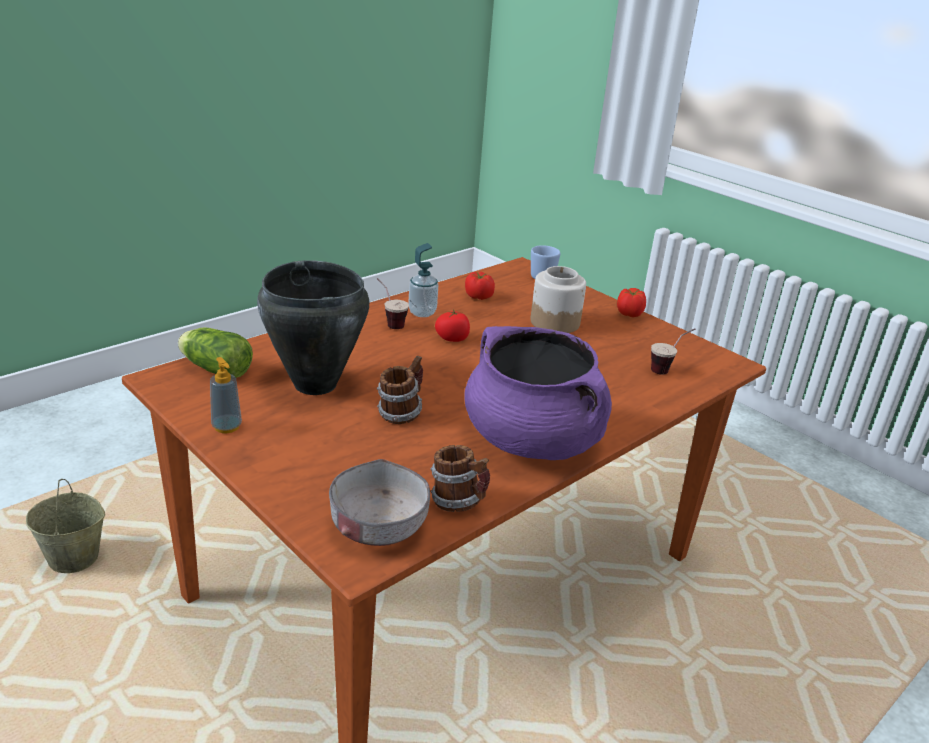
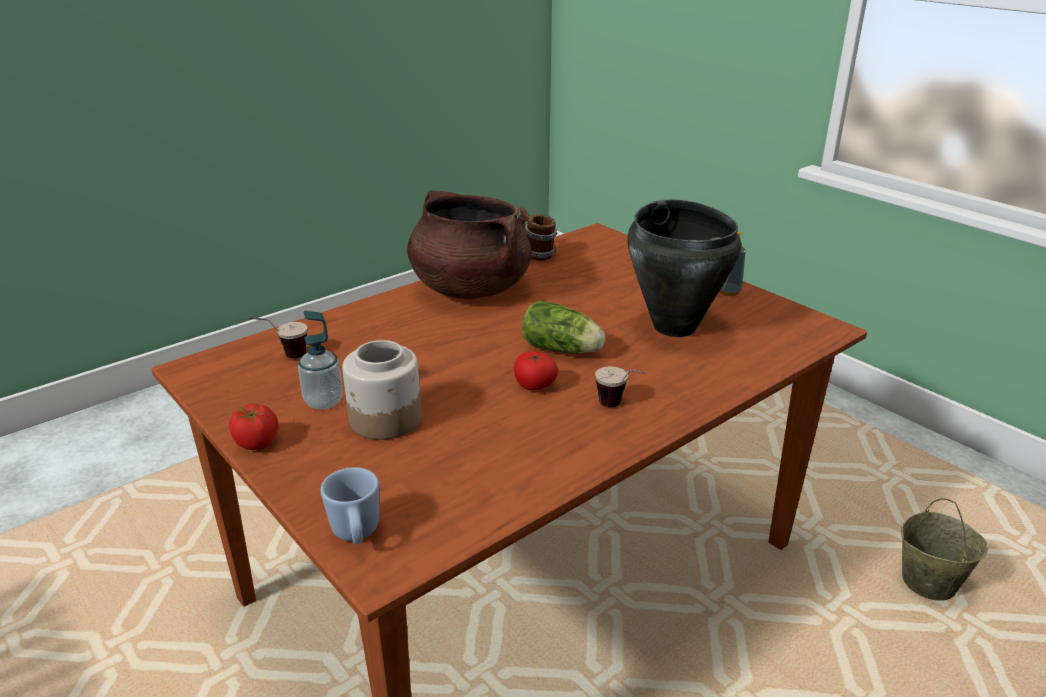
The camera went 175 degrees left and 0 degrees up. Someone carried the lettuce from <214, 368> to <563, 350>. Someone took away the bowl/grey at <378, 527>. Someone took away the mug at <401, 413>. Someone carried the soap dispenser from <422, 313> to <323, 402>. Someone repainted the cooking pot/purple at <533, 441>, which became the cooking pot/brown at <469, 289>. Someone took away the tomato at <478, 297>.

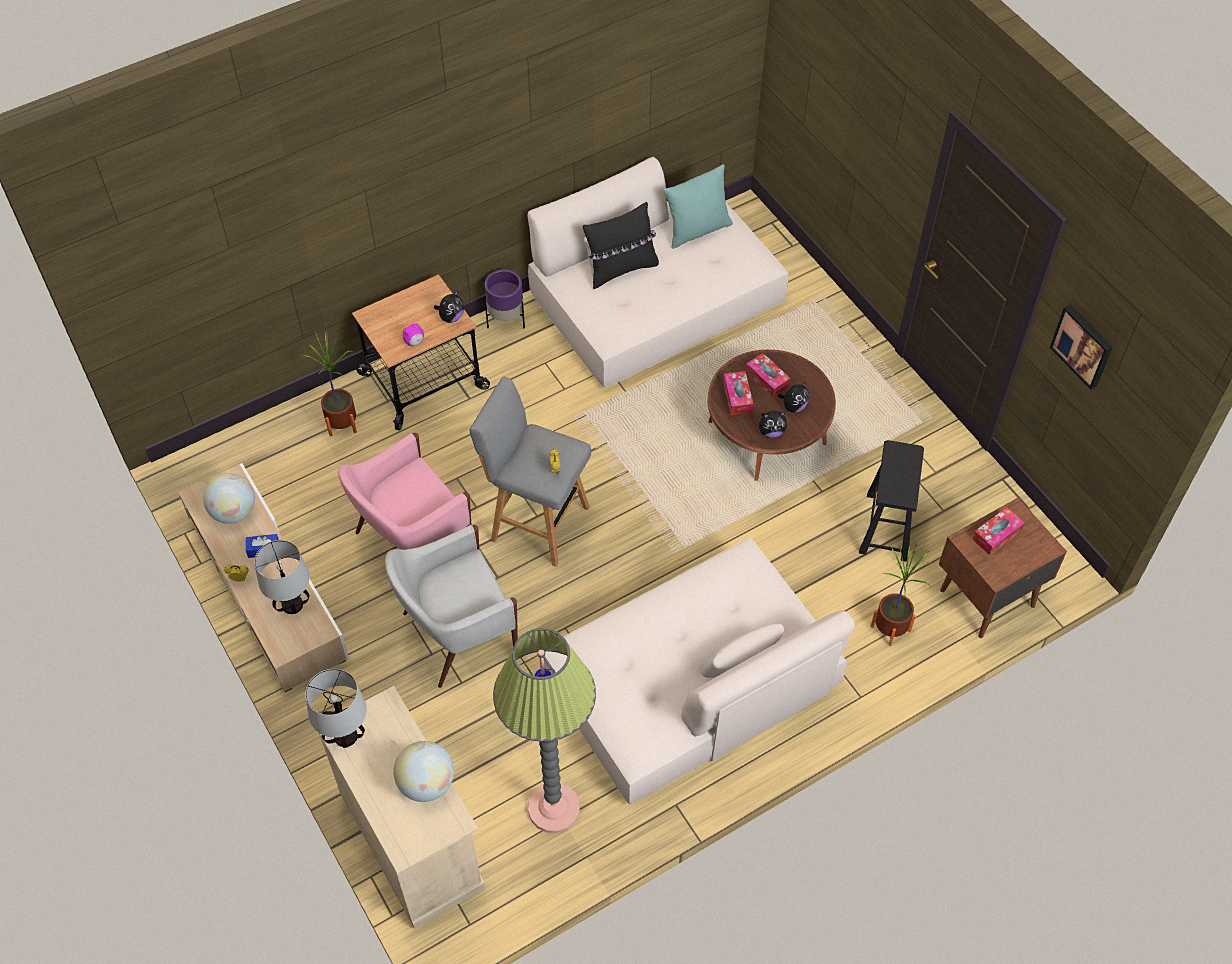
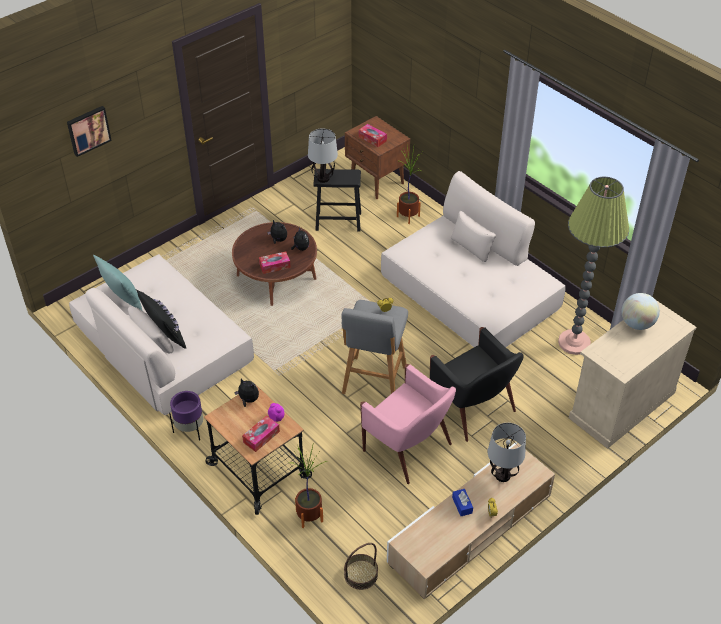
The camera went 100 degrees left and 10 degrees down. Someone took away the globe at <234, 512>. Someone carried the table lamp from <345, 737> to <323, 178>. Someone repainted the armchair/white at <457, 634>, which became the armchair/black at <473, 409>. Someone carried the tissue box from <767, 379> to <261, 437>. Someone carried the picture from <1083, 345> to <88, 130>. Someone put down the basket at <361, 574>.

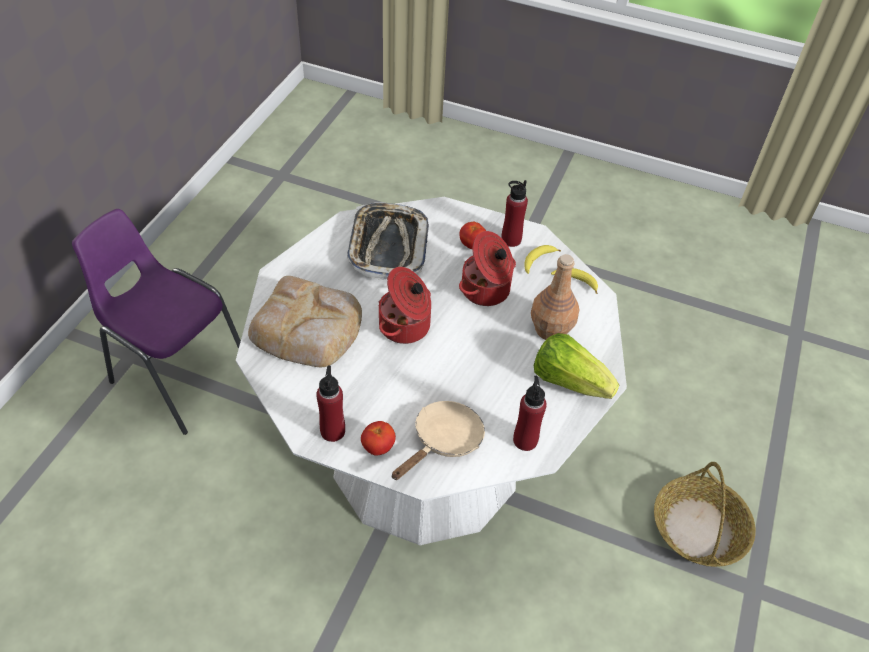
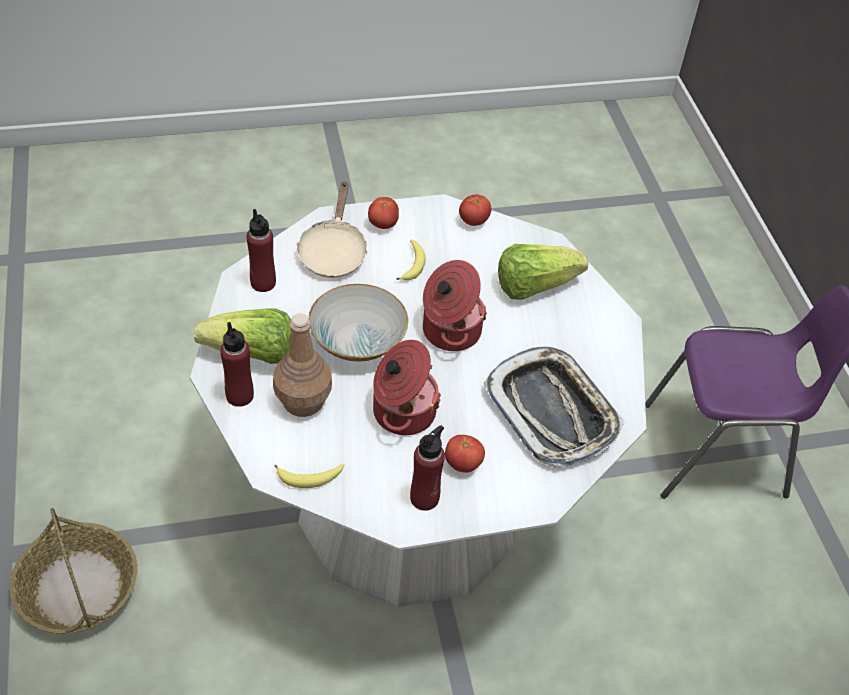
The camera went 145 degrees right and 0 degrees up. Someone swapped the bread at <308, 328> for the lettuce at <534, 286>. Someone carried the bottle/red from <333, 431> to <239, 396>. Someone carried the banana from <537, 261> to <412, 264>. Someone put down the bowl at <356, 340>. Someone put down the tomato at <473, 221>.

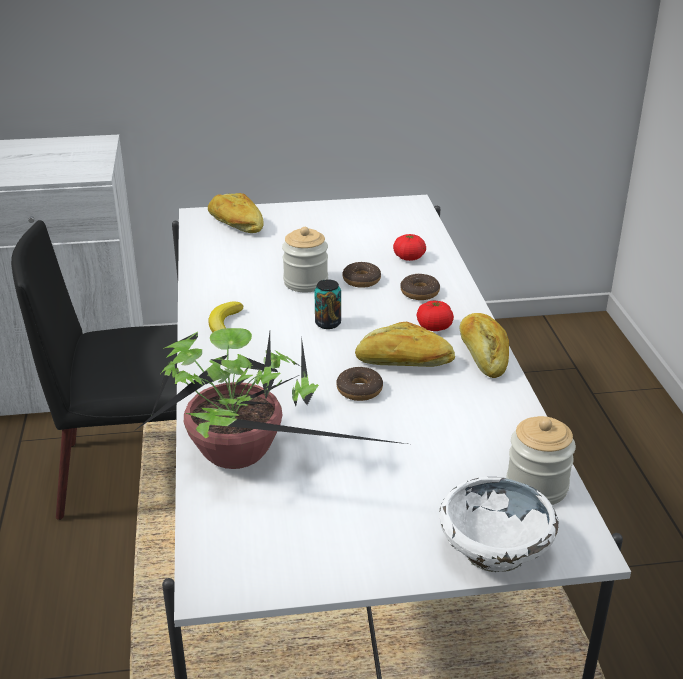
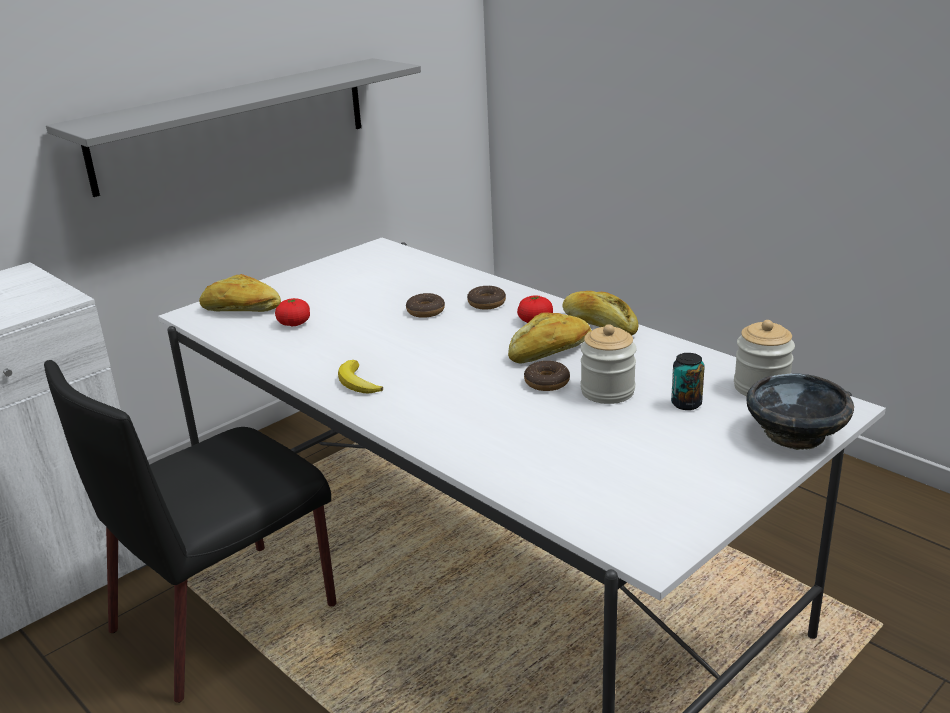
The camera went 35 degrees left and 5 degrees down. Someone took away the potted plant at <242, 457>. Someone carried the jar from <305, 282> to <607, 391>. Someone carried the can from <328, 323> to <686, 404>. Someone carried the tomato from <409, 258> to <294, 323>. Someone repainted the bowl/white at <493, 550>, which became the bowl/black at <795, 435>. Someone put up the shelf/grey at <233, 123>.

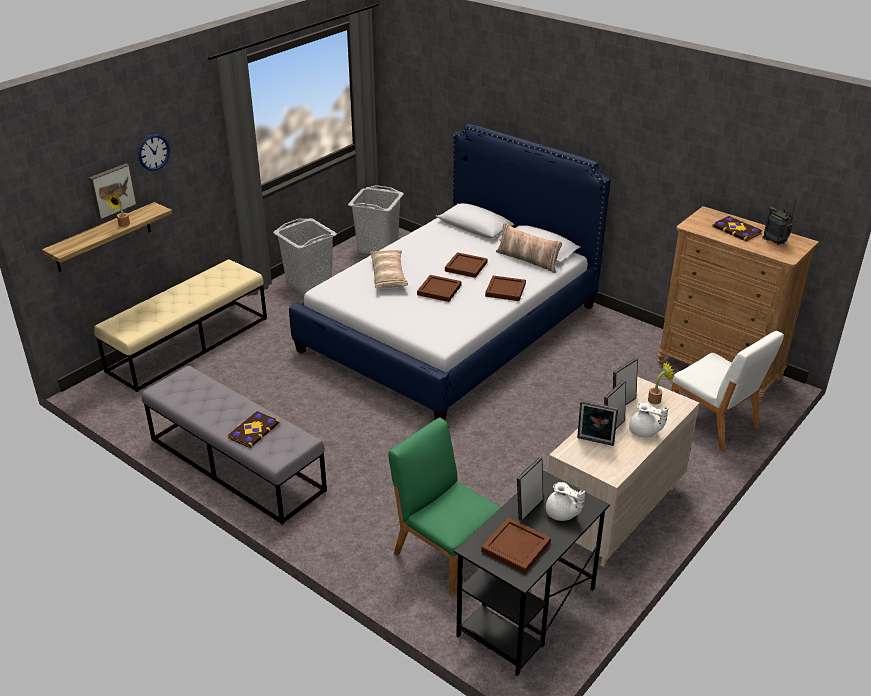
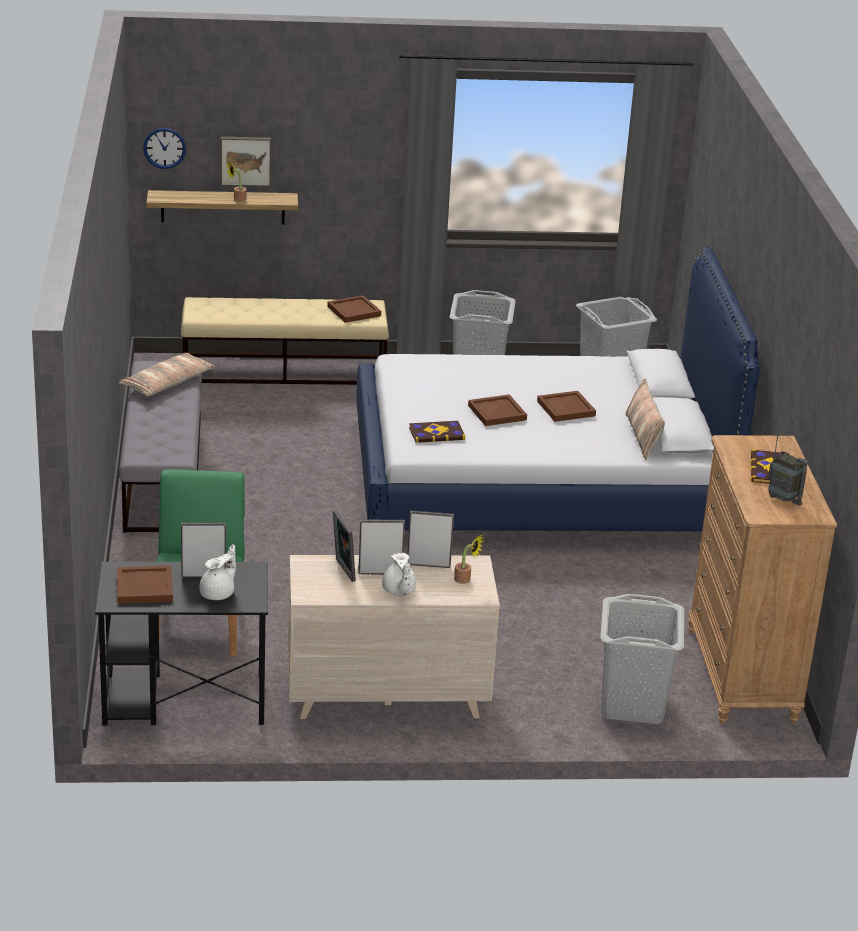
The camera went 45 degrees right and 5 degrees down. Someone carried the wall clock from <153, 152> to <164, 148>. Someone carried the book from <253, 430> to <436, 433>. Someone carried the pillow from <388, 275> to <168, 384>. Someone carried the tray/brown from <505, 289> to <354, 311>. Someone rotated the teapot/white at <562, 514> by 135 degrees counterclockwise. Someone swapped the chair/white at <713, 424> for the laundry basket/grey at <631, 705>. Someone rotated the radio at <775, 242> by 120 degrees clockwise.

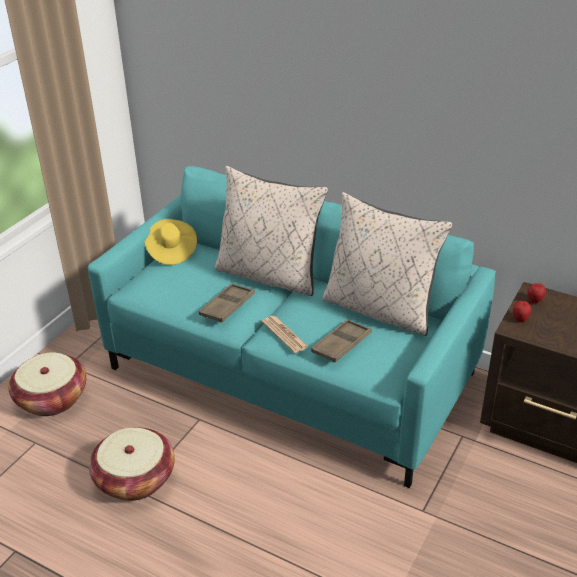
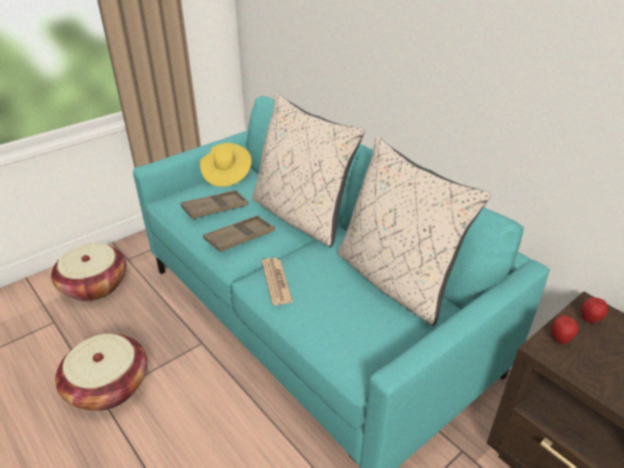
The camera went 20 degrees right and 0 degrees up. Someone carried the tray/brown from <341, 344> to <215, 208>.

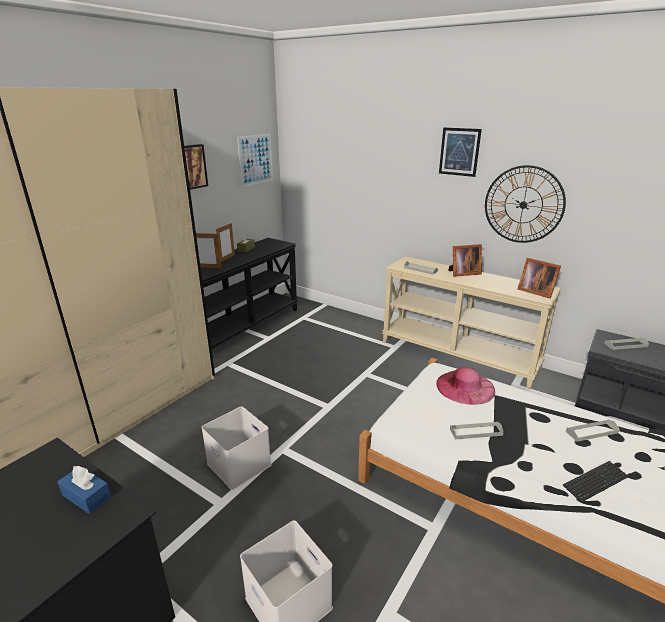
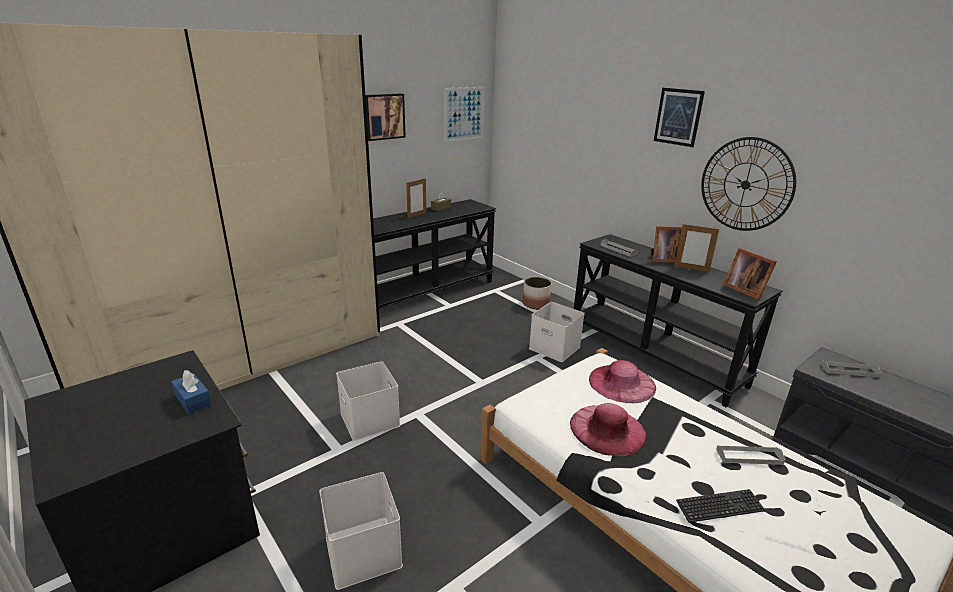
The camera went 15 degrees right and 0 degrees up. Someone carried the picture frame from <208, 267> to <691, 268>. Someone repainted the console table/beige at <458, 354>, which became the console table/black at <654, 355>. Someone swapped the tray/grey at <476, 432> for the hat/pink at <607, 429>. Someone put down the planter at <536, 304>. Someone put down the storage box/white at <555, 347>.

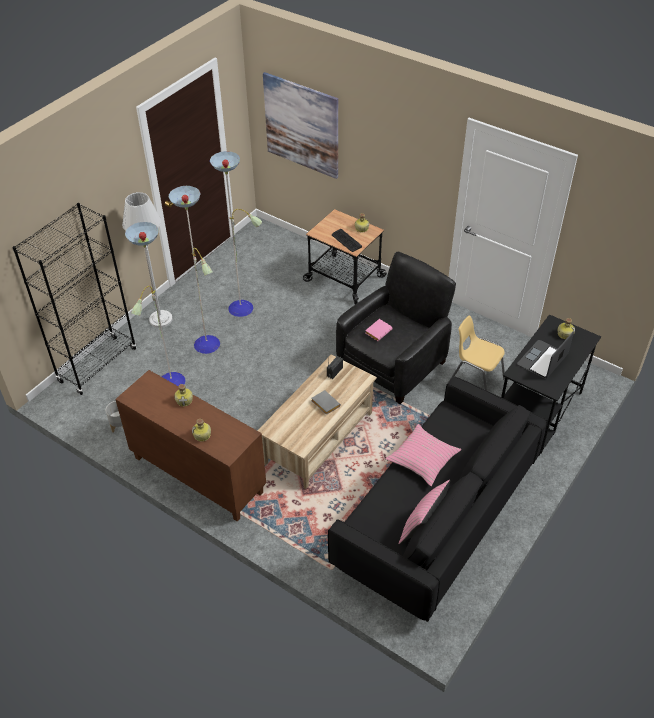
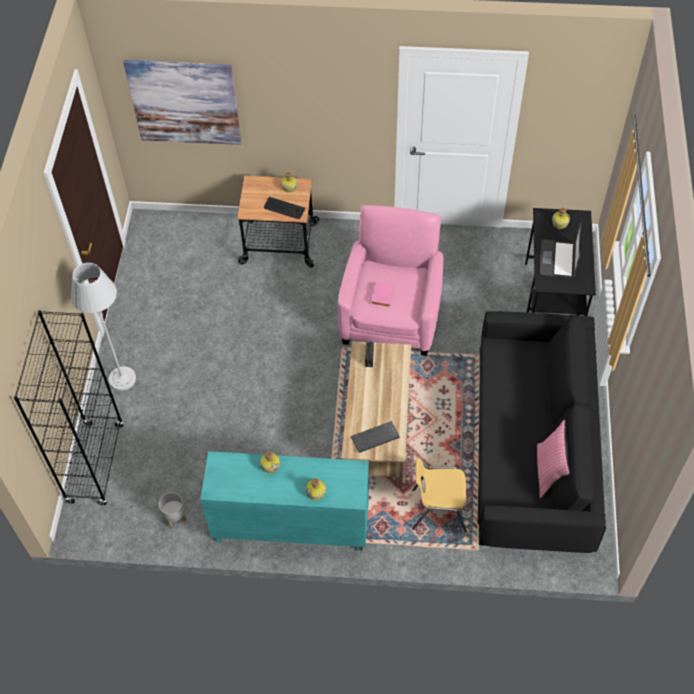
The camera went 30 degrees left and 10 degrees up. Someone repainted the cabinet/brown at <197, 475>, which became the cabinet/turquoise at <290, 527>. Someone took away the floor lamp at <208, 345>. Someone took away the book/grey at <324, 404>. Someone repainted the armchair/black at <393, 363>, which became the armchair/pink at <391, 315>. Someone took away the pillow/pink at <423, 459>. Someone carried the chair/yellow from <475, 381> to <438, 509>. Someone put down the keyboard at <375, 438>.

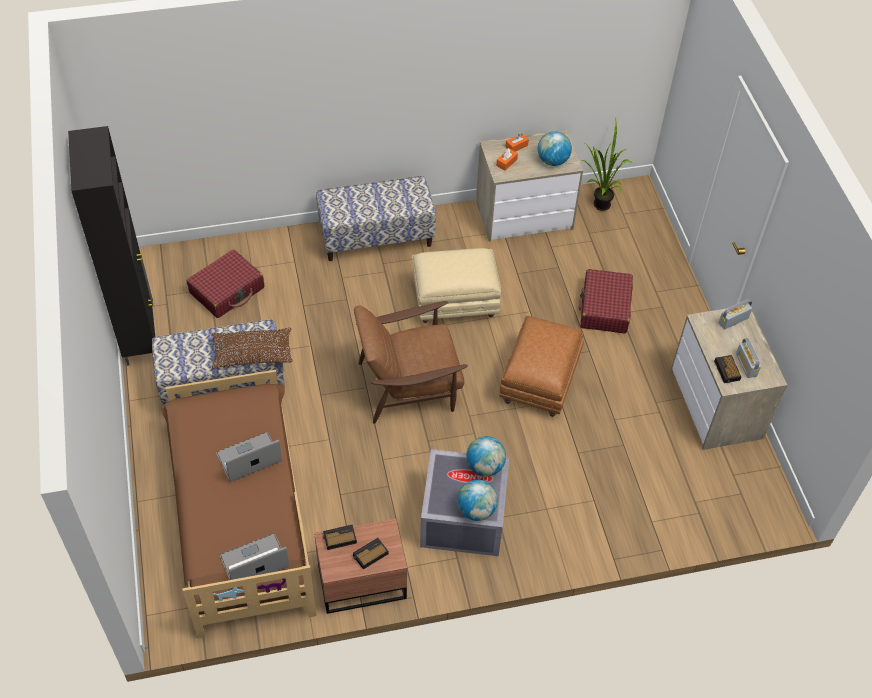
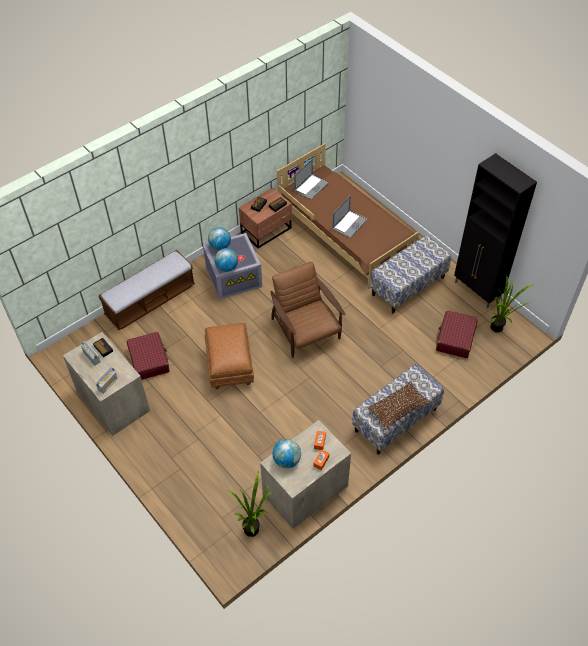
The camera went 155 degrees right and 0 degrees up. Someone carried the pillow/brown from <253, 354> to <398, 408>. Someone rotated the armchair/brown at <409, 385> by 75 degrees counterclockwise. Someone took away the ottoman/beige at <454, 302>. Someone carried the suitcase/red from <604, 308> to <149, 360>. Someone put down the bench at <150, 301>. Someone put down the potted plant at <499, 329>.

